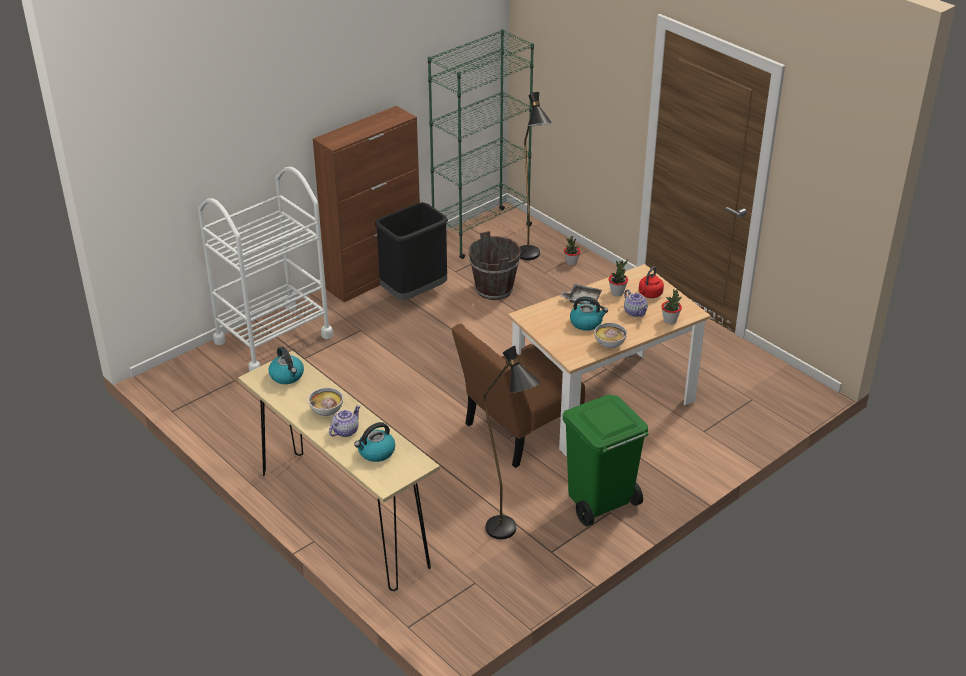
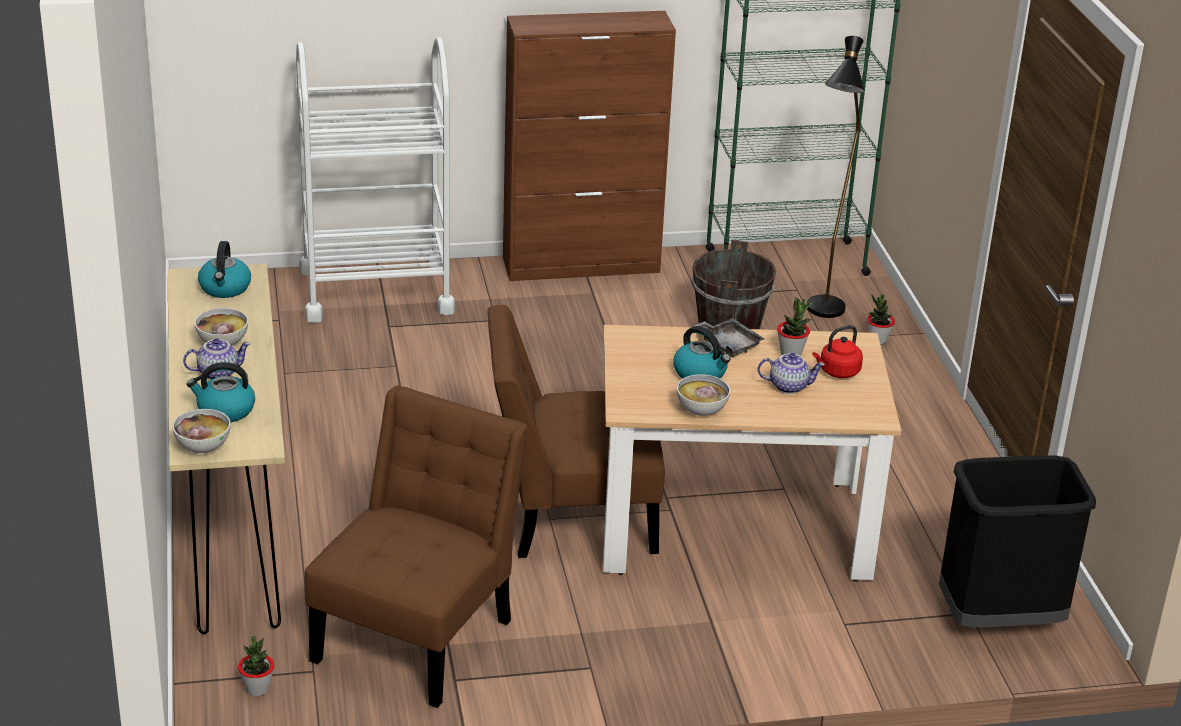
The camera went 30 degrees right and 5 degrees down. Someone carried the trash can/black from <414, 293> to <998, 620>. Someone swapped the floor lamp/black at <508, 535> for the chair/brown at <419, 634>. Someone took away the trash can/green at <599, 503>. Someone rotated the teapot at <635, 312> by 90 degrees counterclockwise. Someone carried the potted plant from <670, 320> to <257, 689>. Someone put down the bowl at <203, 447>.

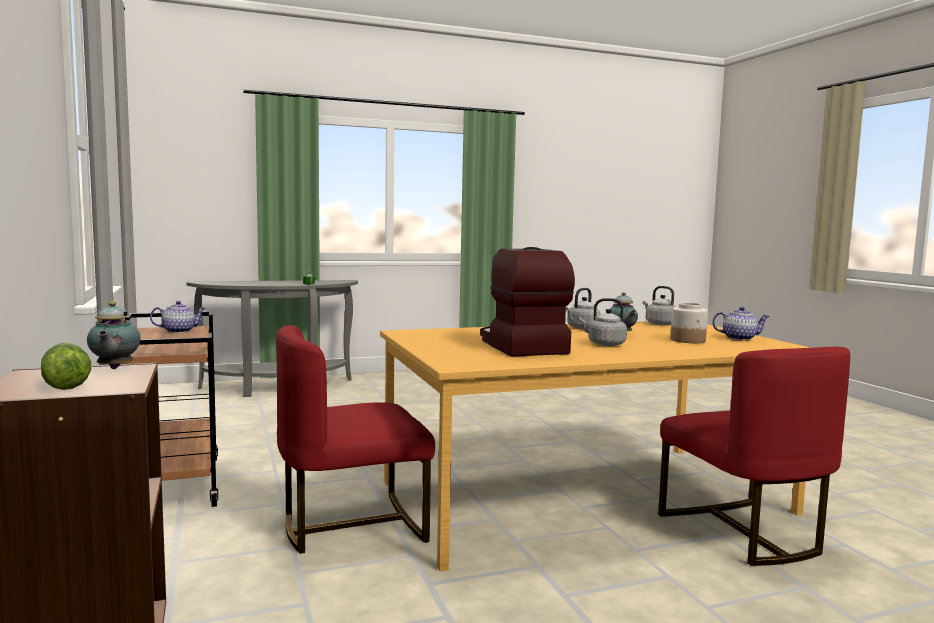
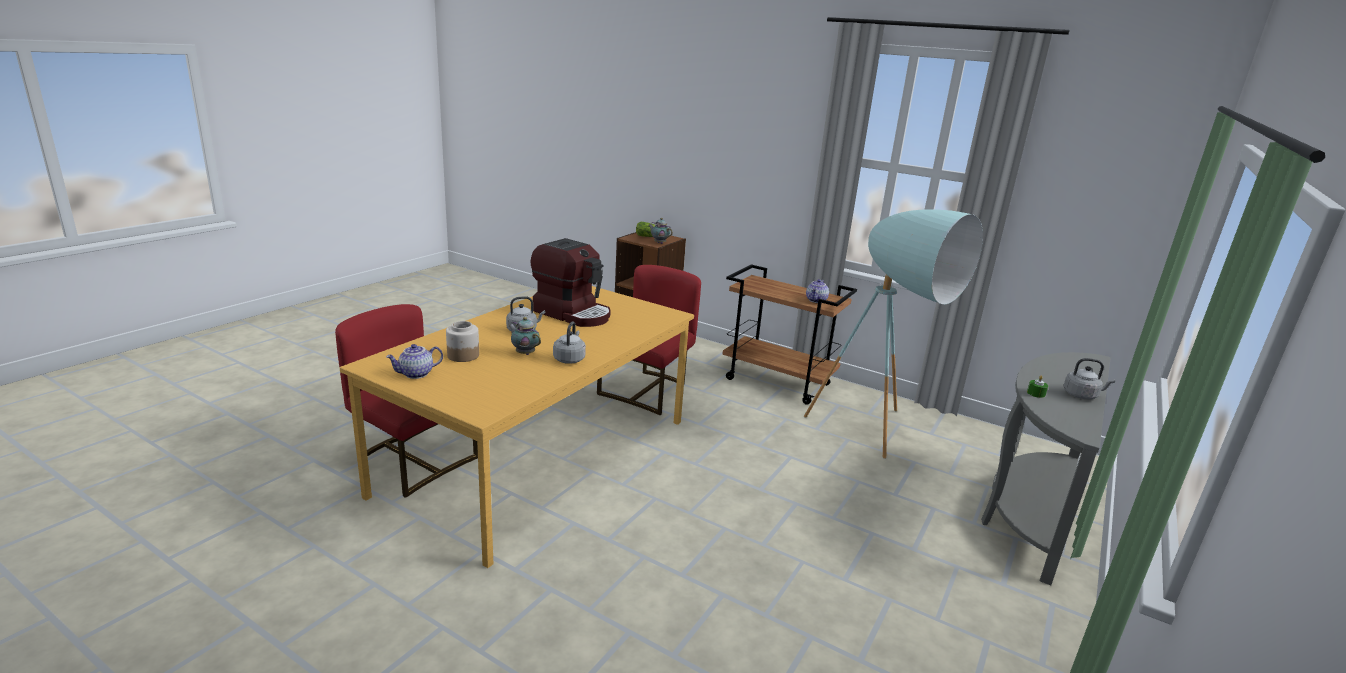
The camera went 140 degrees right and 15 degrees up. Someone carried the kettle/grey from <659, 323> to <1082, 395>. Someone put down the floor lamp/turquoise at <878, 436>.

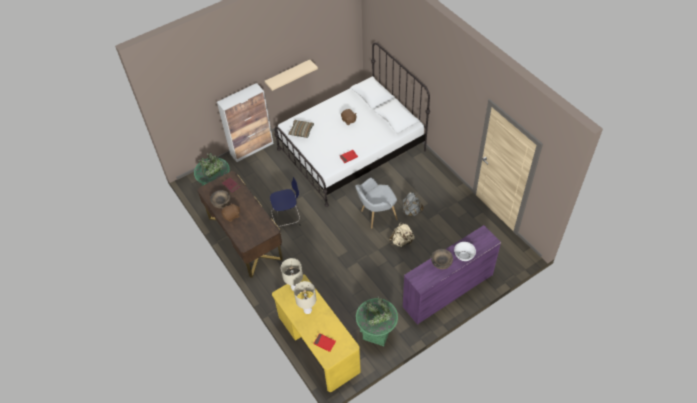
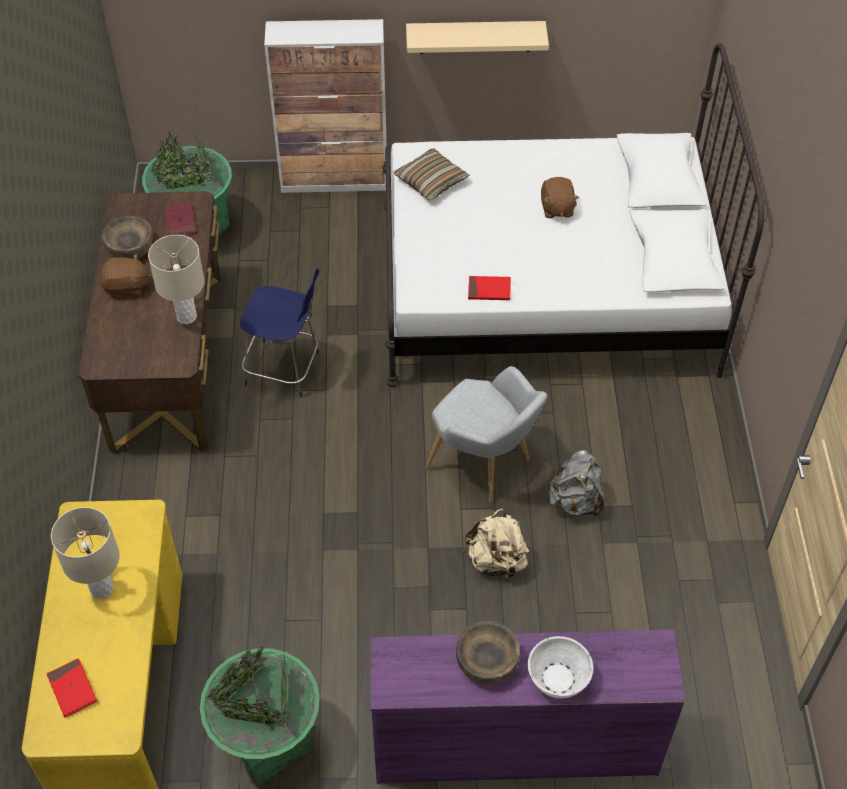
The camera went 30 degrees right and 0 degrees up. Someone carried the table lamp/beige from <295, 287> to <187, 317>. Someone rotated the armchair/grey at <376, 215> by 150 degrees counterclockwise.

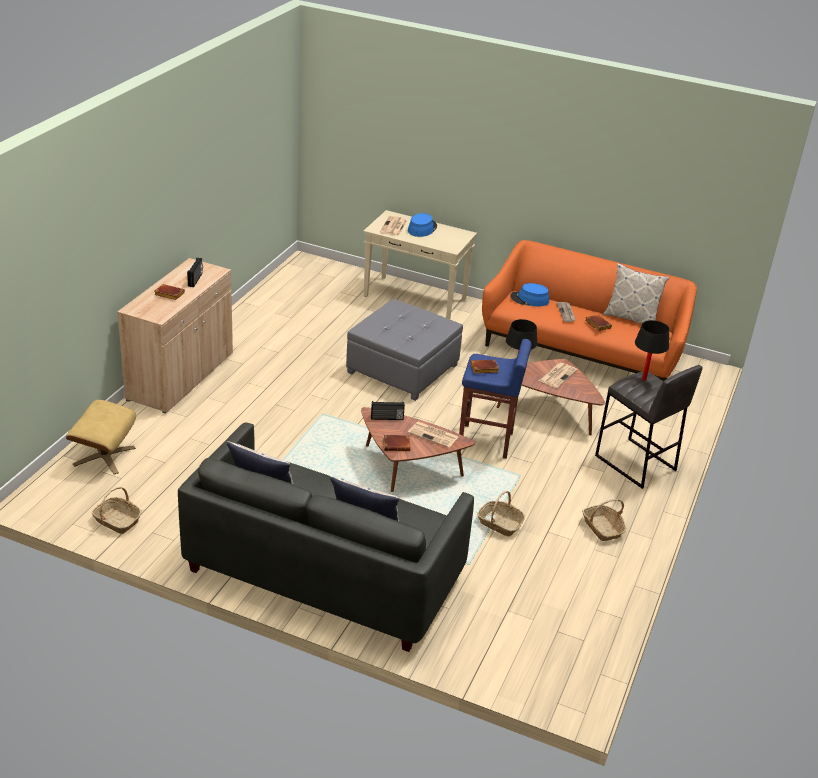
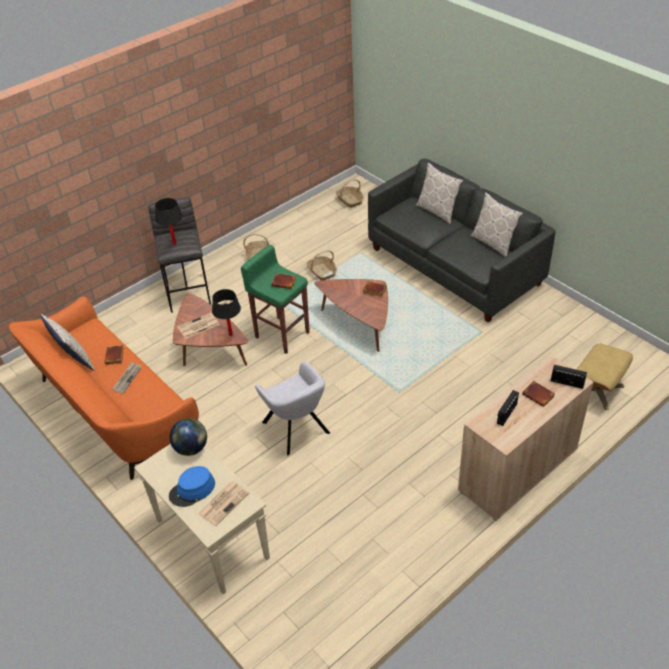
The camera went 150 degrees left and 10 degrees up. Someone carried the basket from <117, 521> to <350, 200>. Someone swapped the ottoman/grey at <402, 368> for the armchair/grey at <297, 429>. Someone carried the radio from <387, 418> to <567, 382>. Someone took away the newspaper at <434, 435>. Someone repainted the stool/blue at <486, 442>, which became the stool/green at <282, 334>. Someone took away the hat/blue at <529, 299>. Someone put down the globe at <191, 448>.

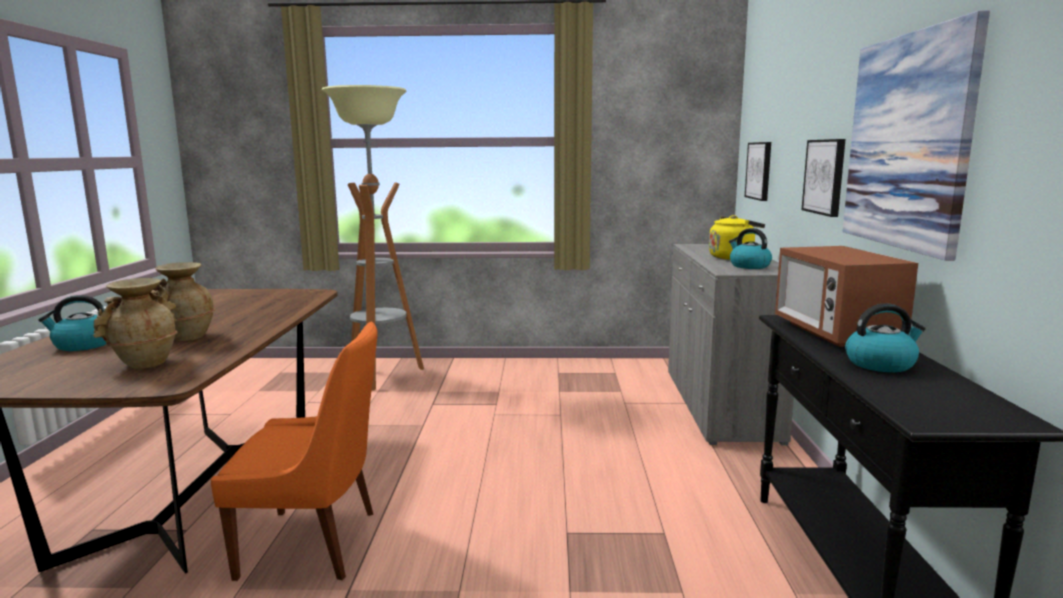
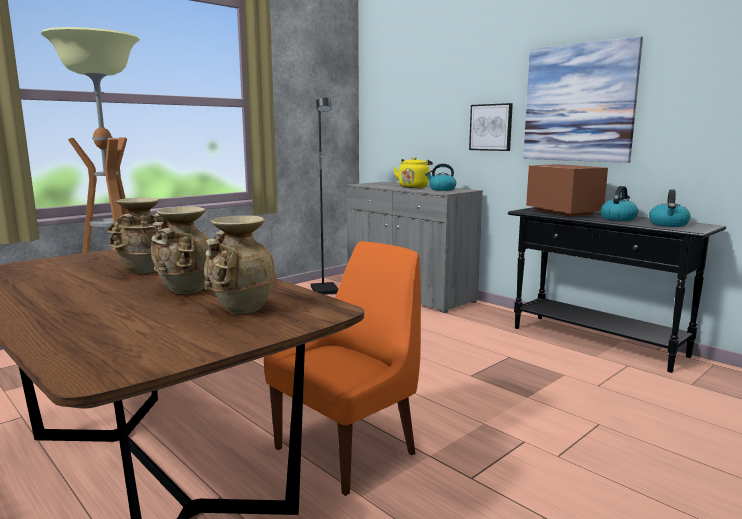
The camera went 45 degrees left and 0 degrees up. Someone carried the kettle from <83, 345> to <668, 224>. Someone took away the picture at <759, 170>. Someone rotated the microwave at <835, 333> by 150 degrees counterclockwise. Someone put down the vase/beige at <145, 271>. Someone put down the floor lamp/black at <325, 290>.

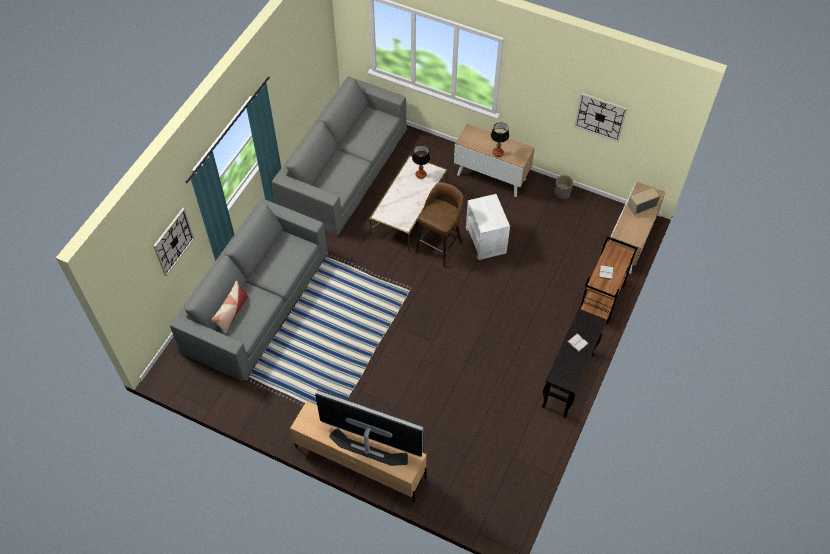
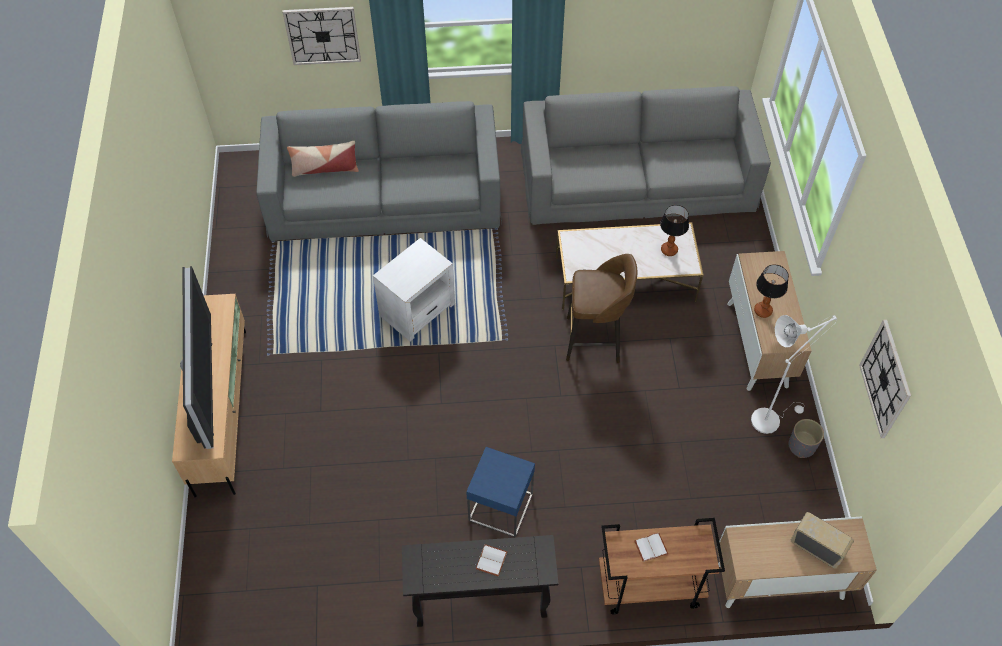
The camera went 60 degrees right and 0 degrees up. Someone carried the side table/white from <486, 240> to <418, 309>. Someone put down the side table/blue at <500, 507>. Someone put down the floor lamp/white at <770, 418>.

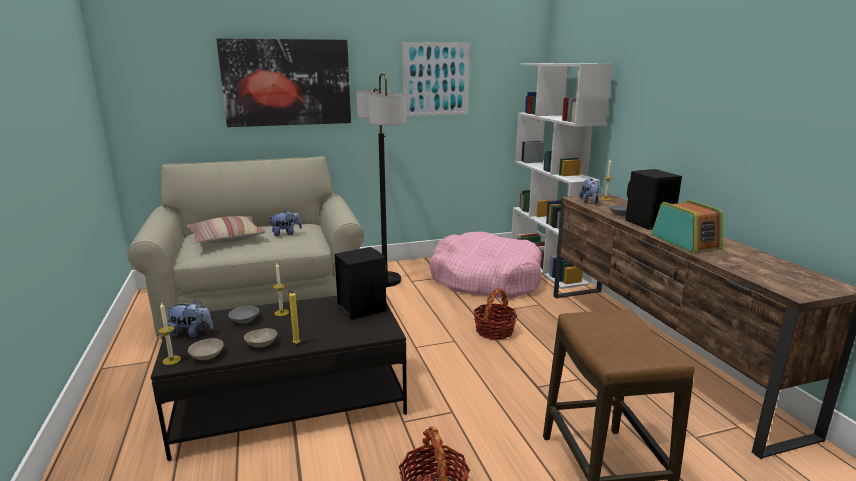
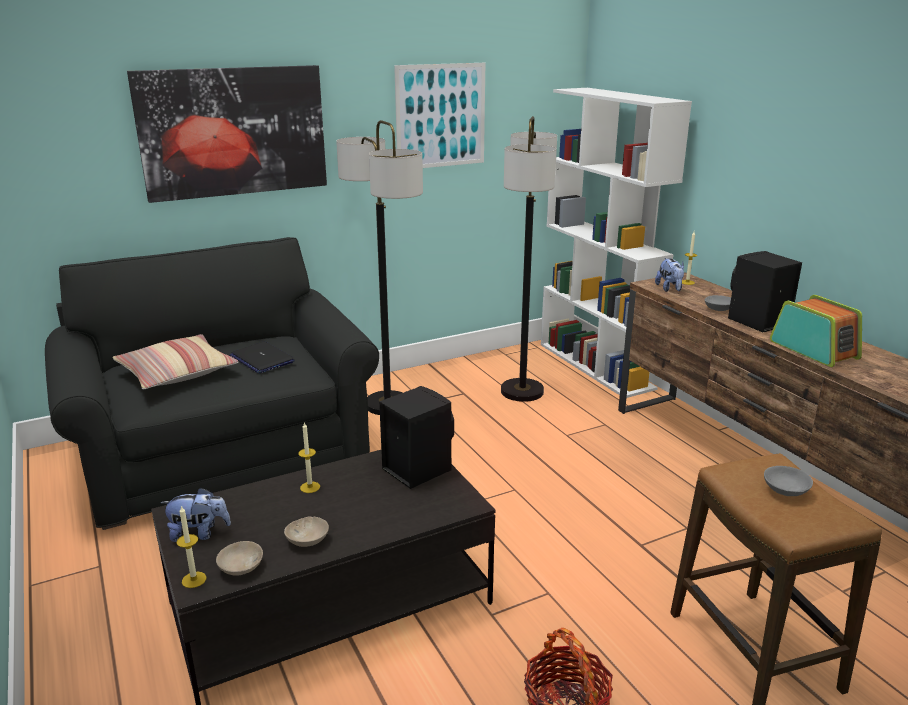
The camera went 10 degrees left and 5 degrees up. Someone repainted the sofa/beige at <262, 301>, which became the sofa/black at <225, 453>. Someone carried the bowl/grey from <245, 320> to <785, 489>. Someone swapped the plush toy at <286, 234> for the laptop at <262, 359>. Someone took away the candle/yellow at <295, 344>. Someone swapped the dog bed/pink at <485, 279> for the floor lamp at <522, 391>. Someone took away the basket at <494, 331>.

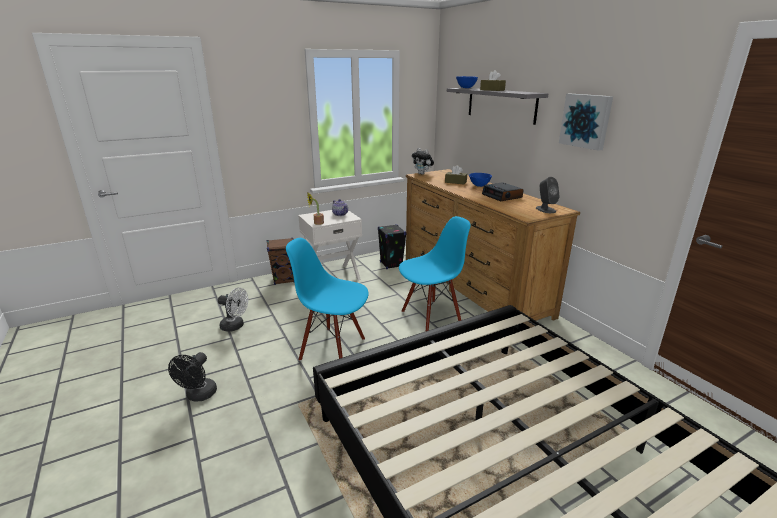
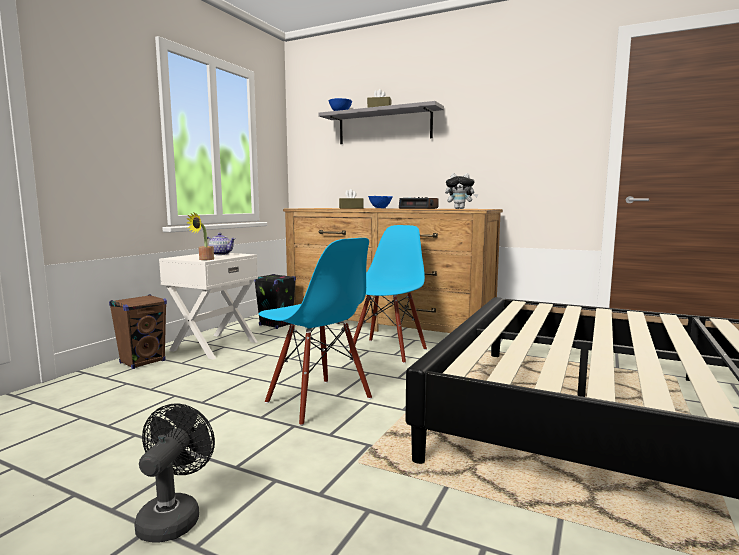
The camera went 35 degrees left and 15 degrees down. Someone rotated the fan/black at <199, 396> by 150 degrees counterclockwise. Someone took away the fan/white at <235, 326>. Someone rotated the chair/blue at <333, 348> by 120 degrees counterclockwise. Someone carried the plush toy from <422, 174> to <460, 209>. Someone took away the speaker/grey at <545, 209>. Someone took away the picture at <586, 121>.

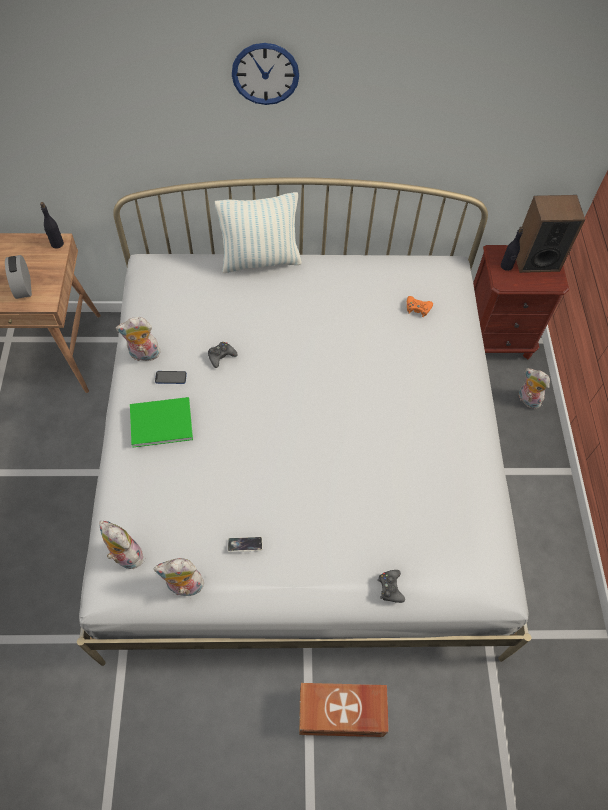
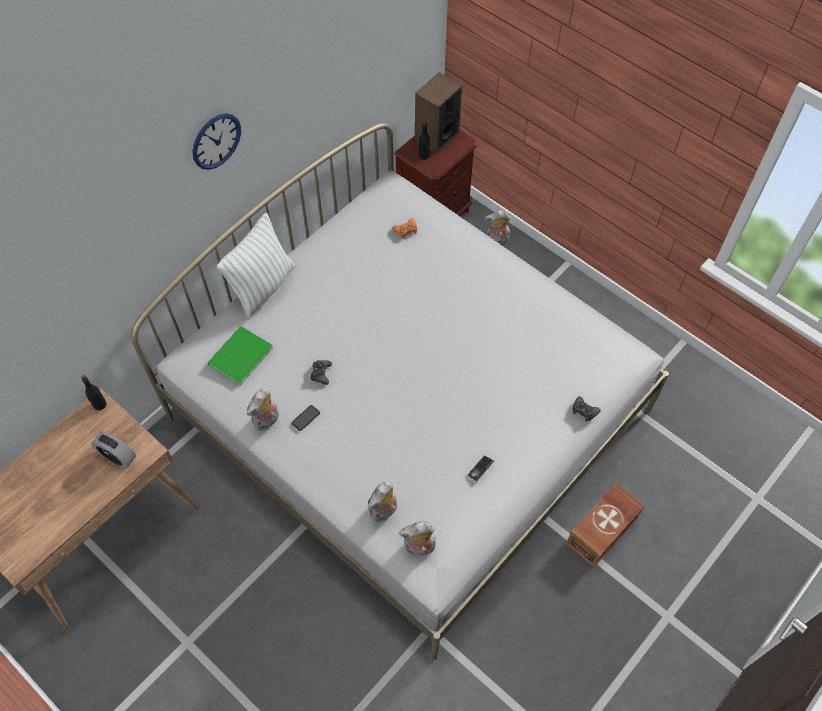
The camera went 45 degrees left and 0 degrees up. Someone carried the book/green from <159, 421> to <238, 356>. Someone carried the plush toy from <184, 587> to <384, 512>.

